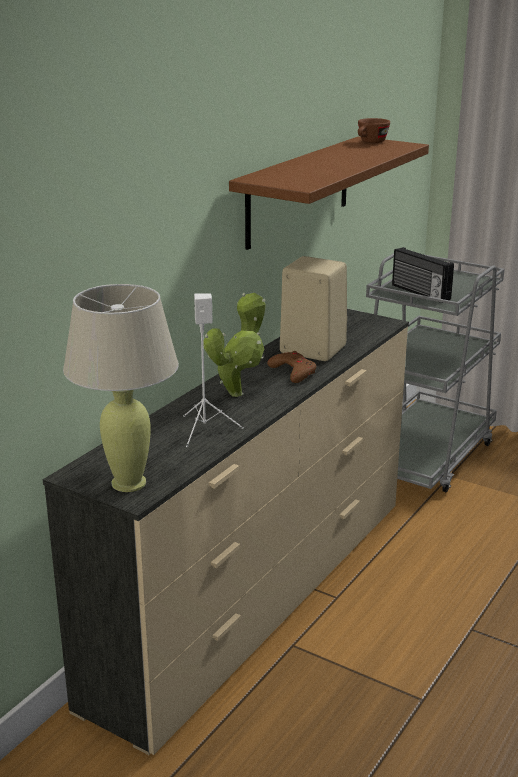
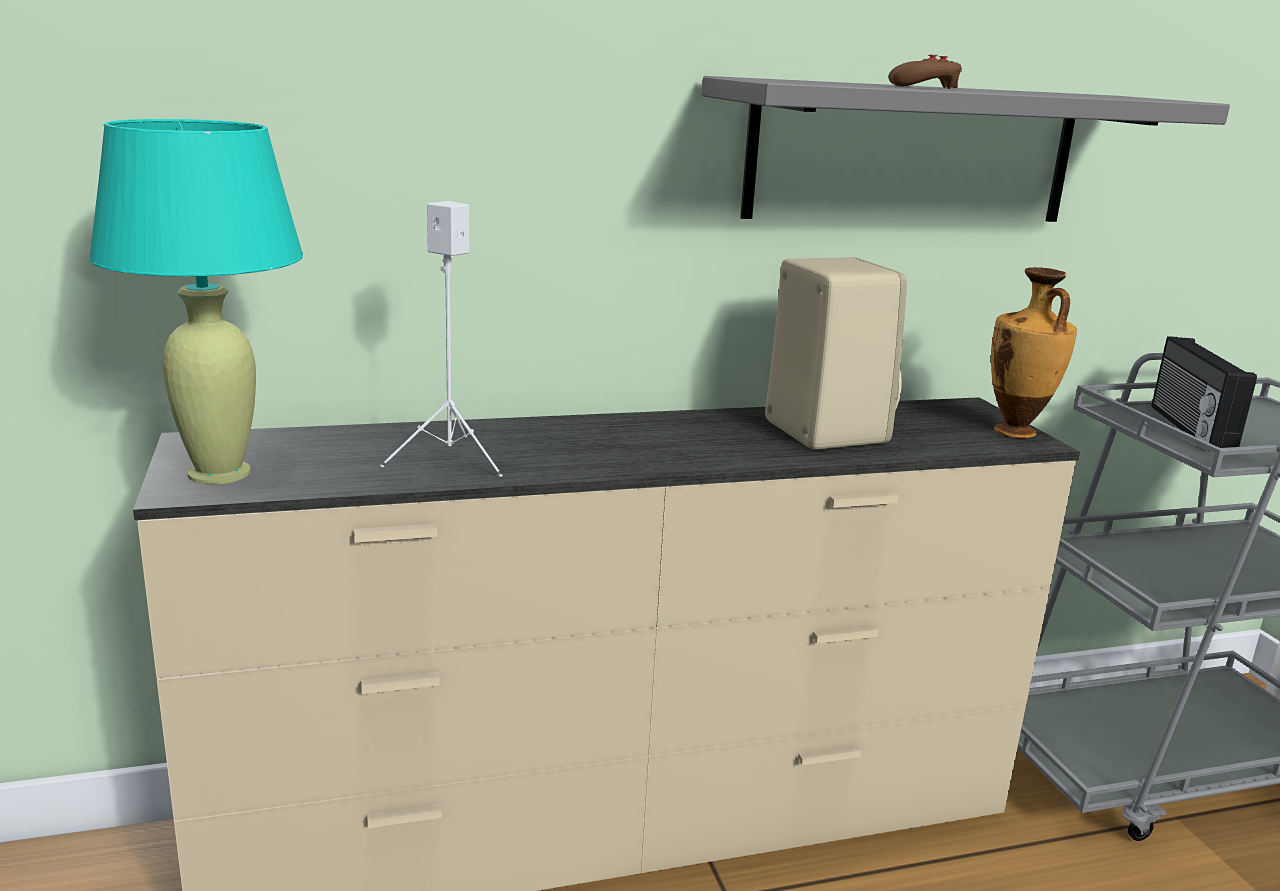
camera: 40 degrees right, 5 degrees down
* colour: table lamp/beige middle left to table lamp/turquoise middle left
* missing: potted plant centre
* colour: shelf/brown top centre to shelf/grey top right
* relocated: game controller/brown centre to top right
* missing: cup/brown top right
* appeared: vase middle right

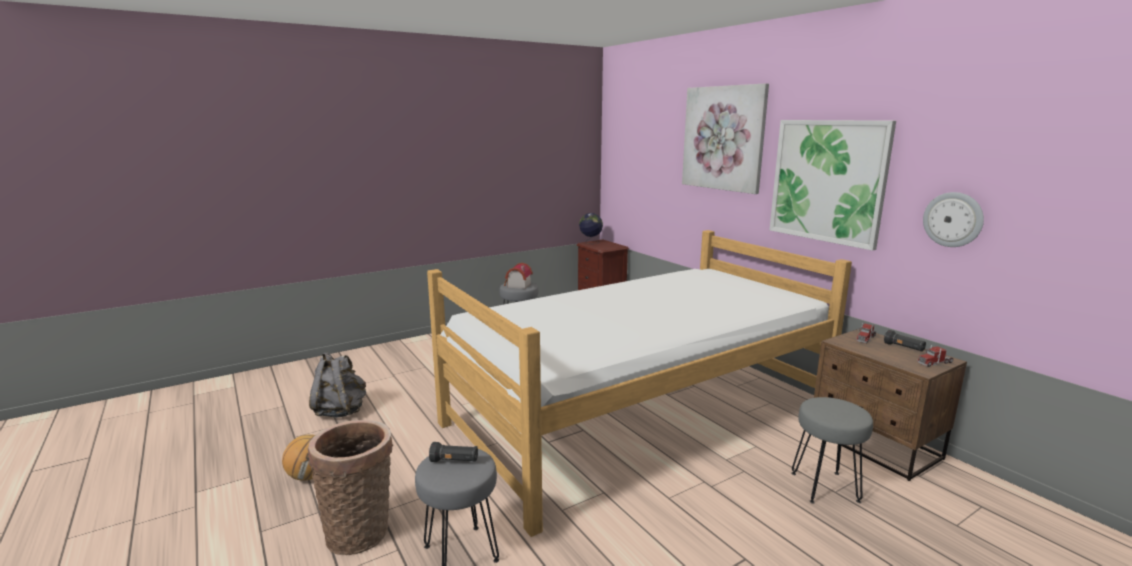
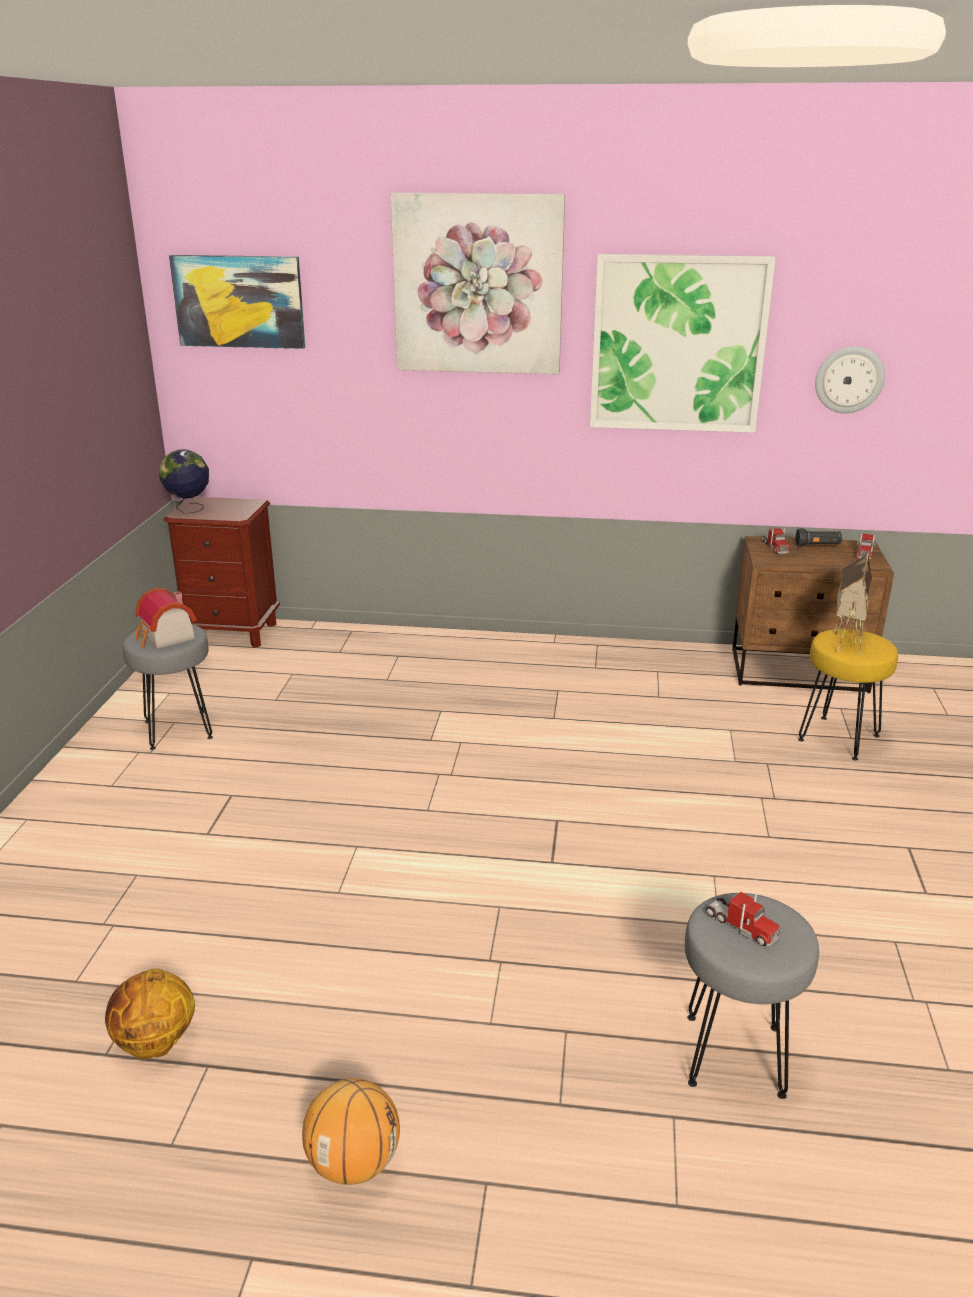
camera: 50 degrees left, 10 degrees up
* missing: basket bottom left
* exchanged: backpack/grey bottom left to basketball (no. 1 from left) bottom left
* missing: bed bottom centre
* exchanged: flashlight/black (no. 1 from left) bottom centre to toy truck (no. 1 from left) bottom right
* colour: stool/grey (no. 3 from left) bottom right to stool/yellow middle right
* appeared: picture (no. 1 from left) top left
* appeared: toy house (no. 2 from left) middle right

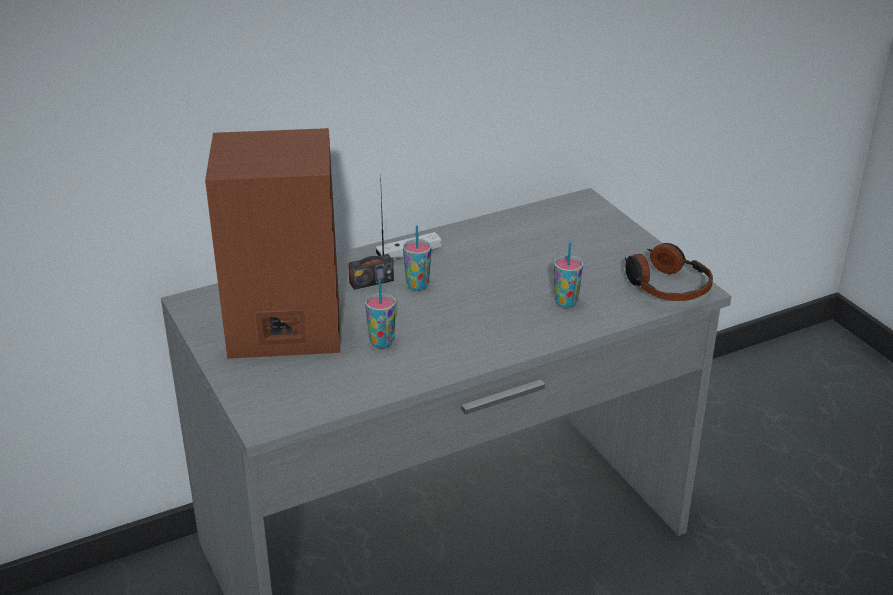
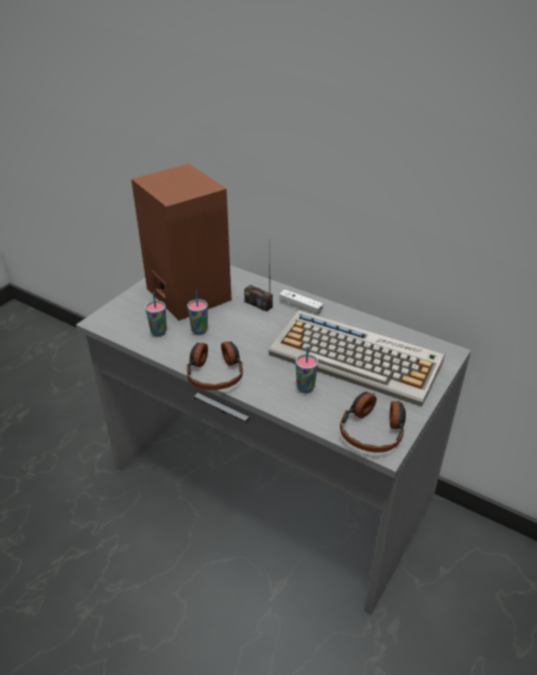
camera: 60 degrees right, 5 degrees up
* relocated: cup (no. 2 from left in the first image) centre to cup (no. 1 from left) middle left
* appeared: headphones (no. 1 from left) centre
* appeared: keyboard centre

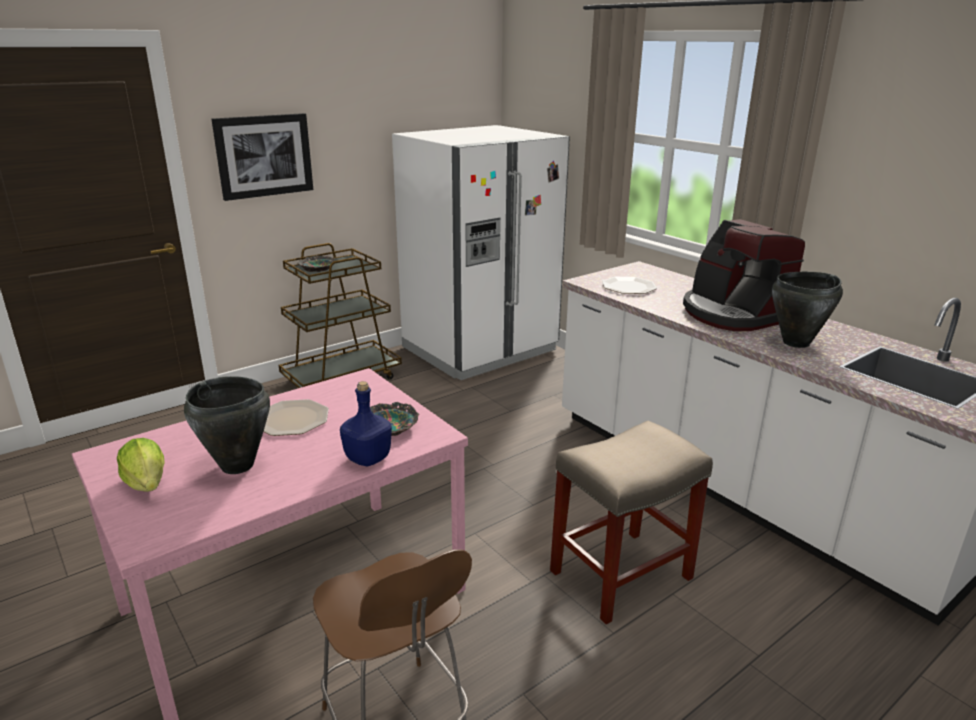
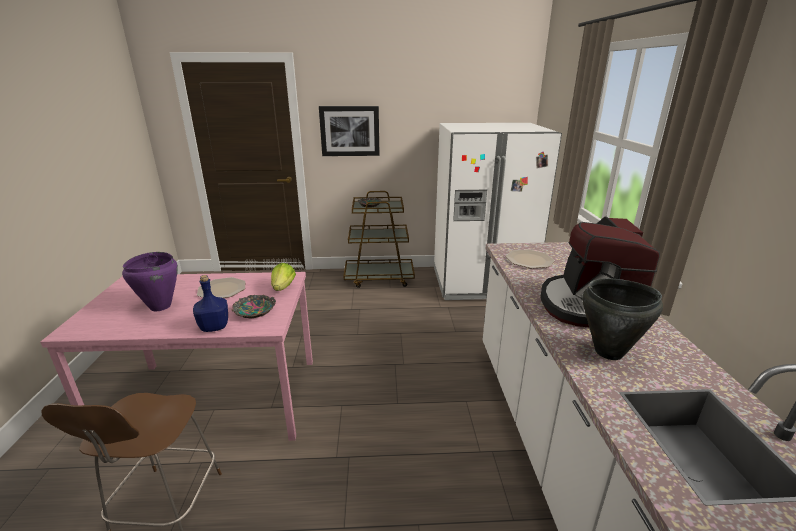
camera: 35 degrees right, 0 degrees up
* relocated: lettuce middle left to centre
* colour: cooking pot/black (no. 1 from left) middle left to cooking pot/purple middle left
* missing: stool/beige bottom centre

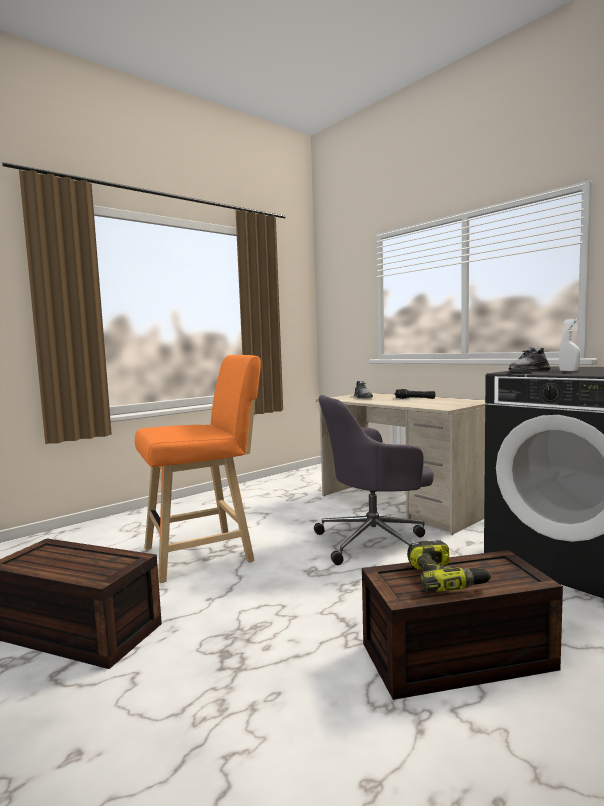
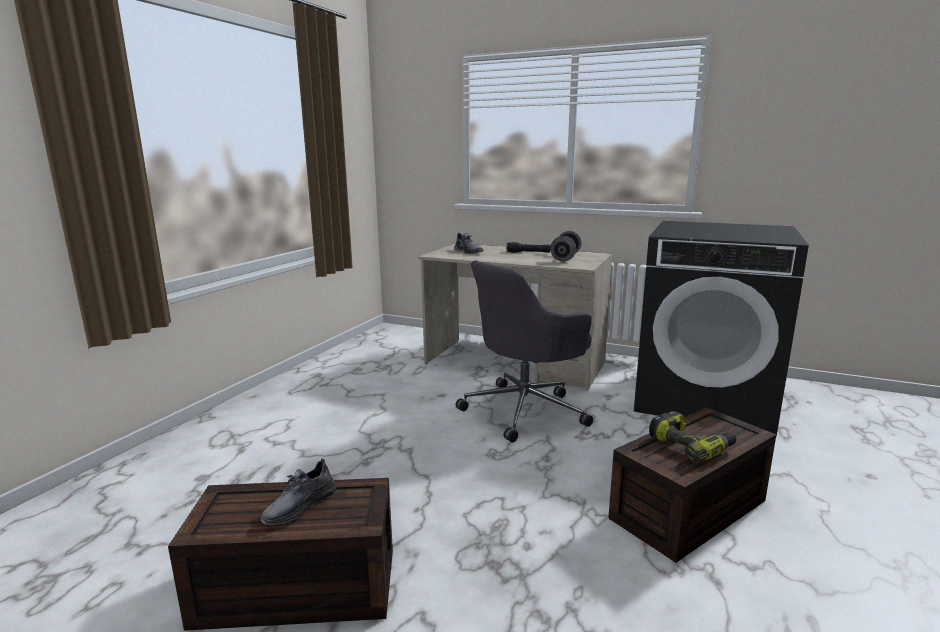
camera: 25 degrees left, 10 degrees up
* missing: stool/orange middle left
* relocated: shoe/grey (no. 2 from left in the first image) middle right to shoe/grey (no. 1 from left) bottom left
* missing: spray bottle/white middle right
* appeared: dumbbell/grey centre

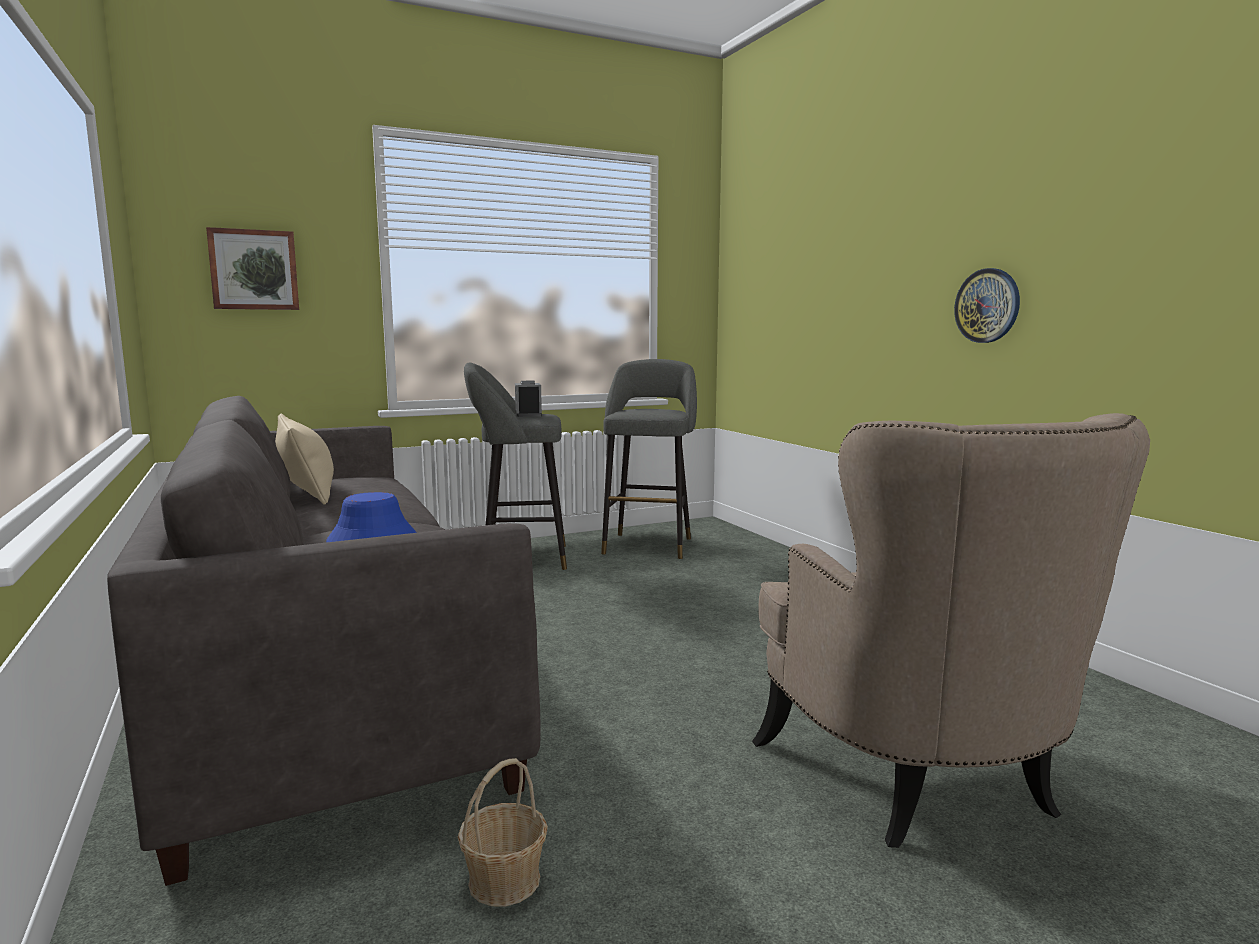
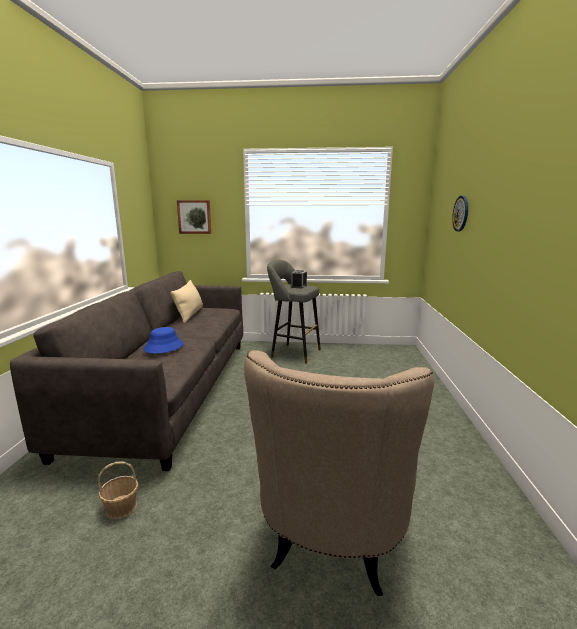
camera: 30 degrees right, 5 degrees up
* missing: stool/grey (no. 2 from left) centre
* relocated: wall clock top right to middle right

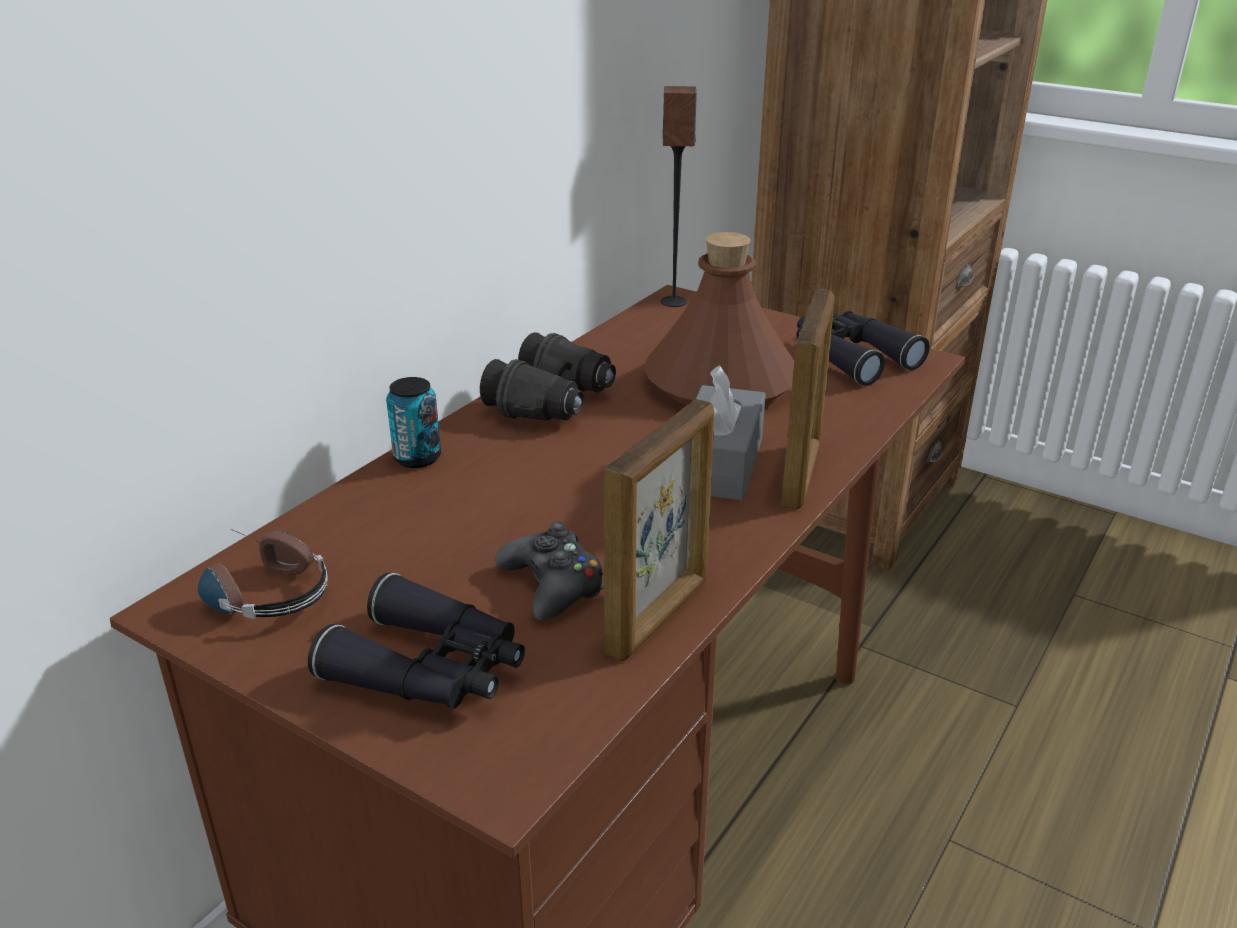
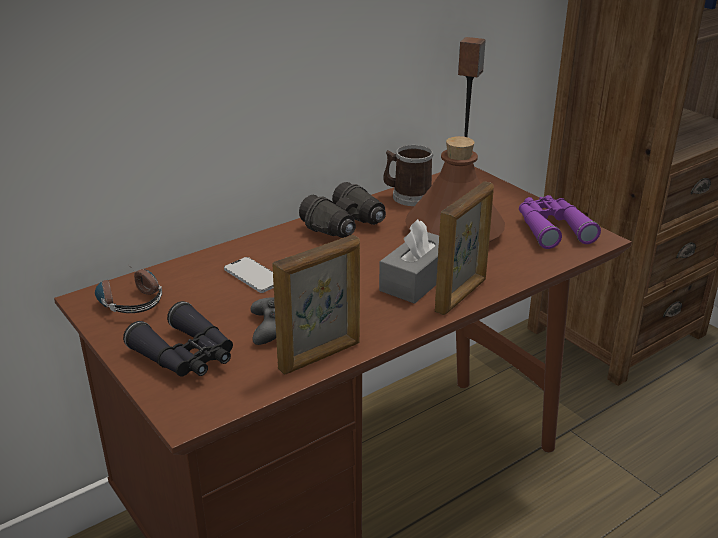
camera: 20 degrees right, 0 degrees up
* missing: can centre
* colour: binoculars/black (no. 3 from left) middle right to binoculars/purple middle right
* appeared: phone centre
* appeared: mug top centre

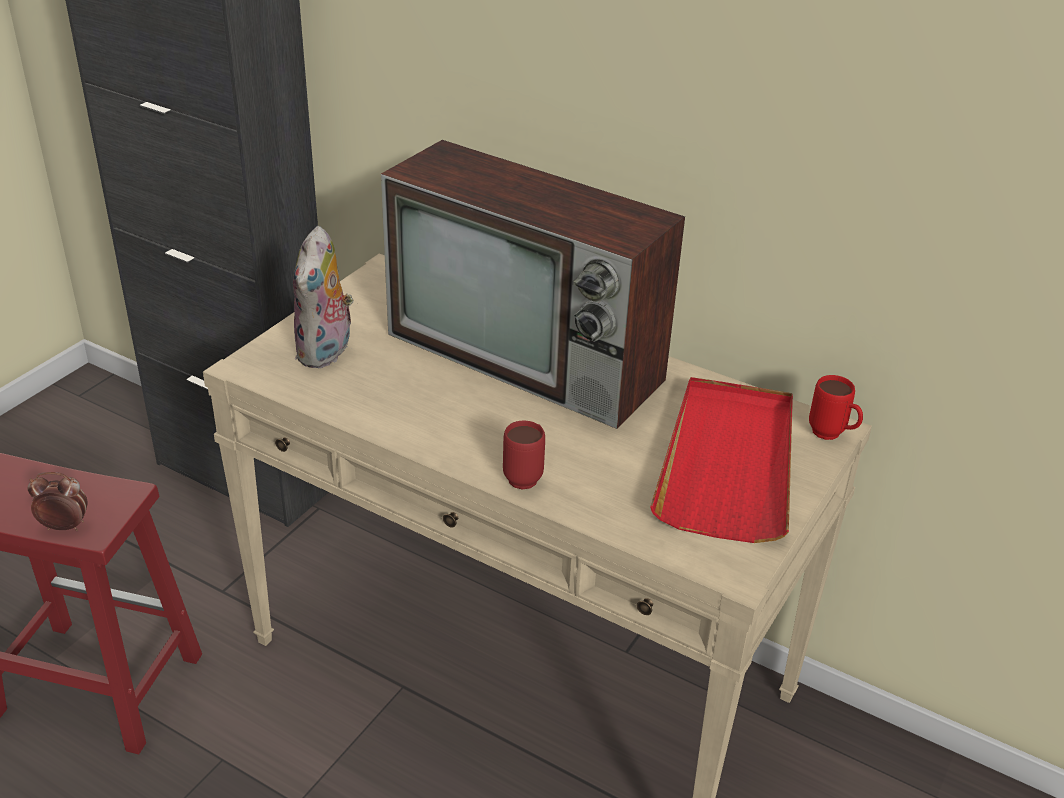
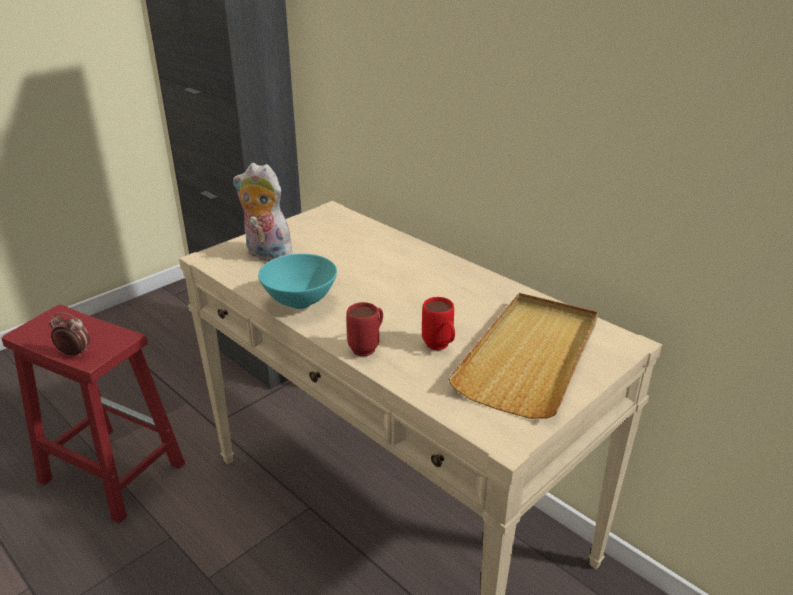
camera: 15 degrees right, 5 degrees down
* spun: plush toy middle left = middle left 90 degrees clockwise
* missing: television centre
* colour: tray/red middle right to tray/beige centre
* relocated: mug/red (no. 2 from left) middle right to centre
* appeared: bowl/turquoise centre

